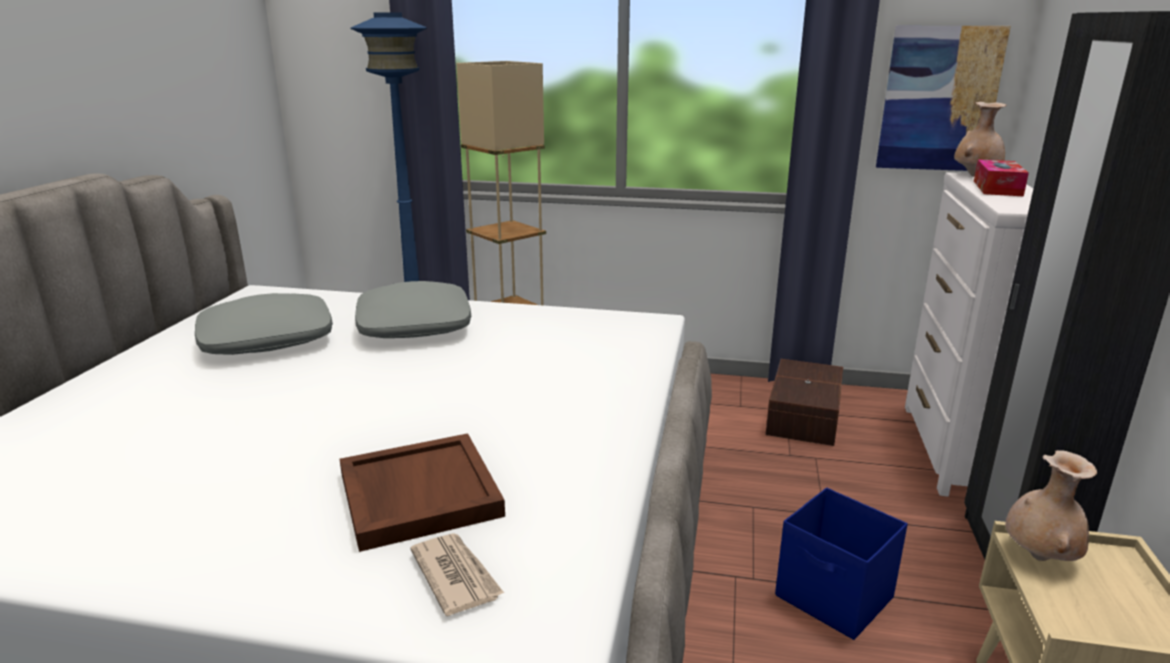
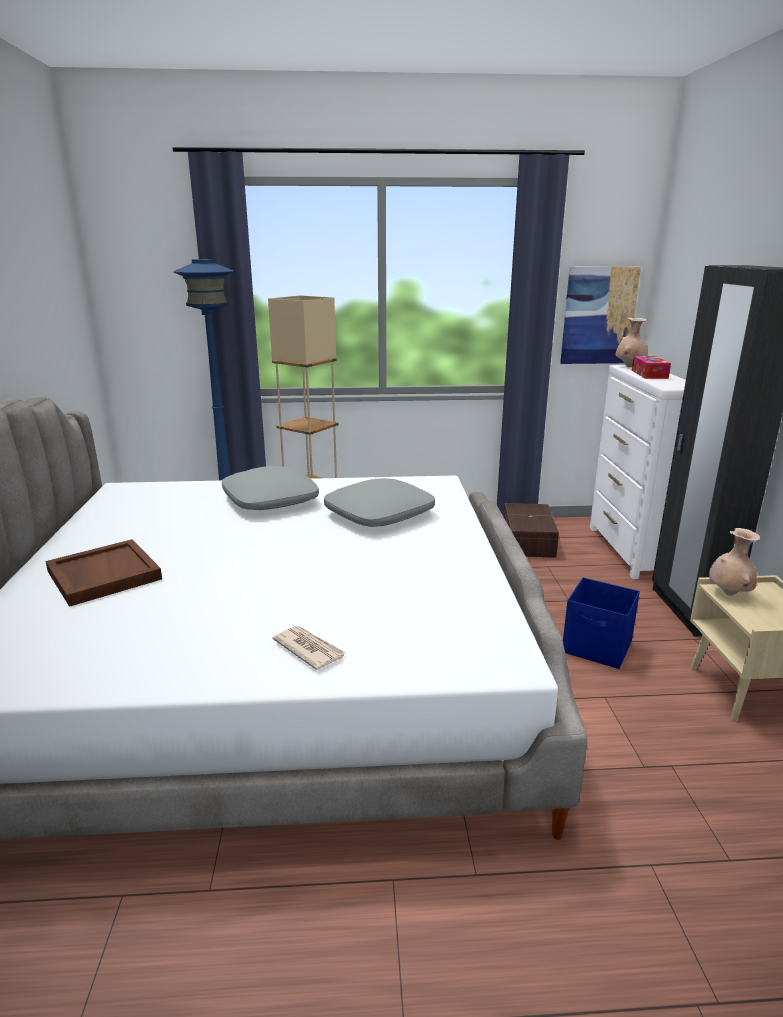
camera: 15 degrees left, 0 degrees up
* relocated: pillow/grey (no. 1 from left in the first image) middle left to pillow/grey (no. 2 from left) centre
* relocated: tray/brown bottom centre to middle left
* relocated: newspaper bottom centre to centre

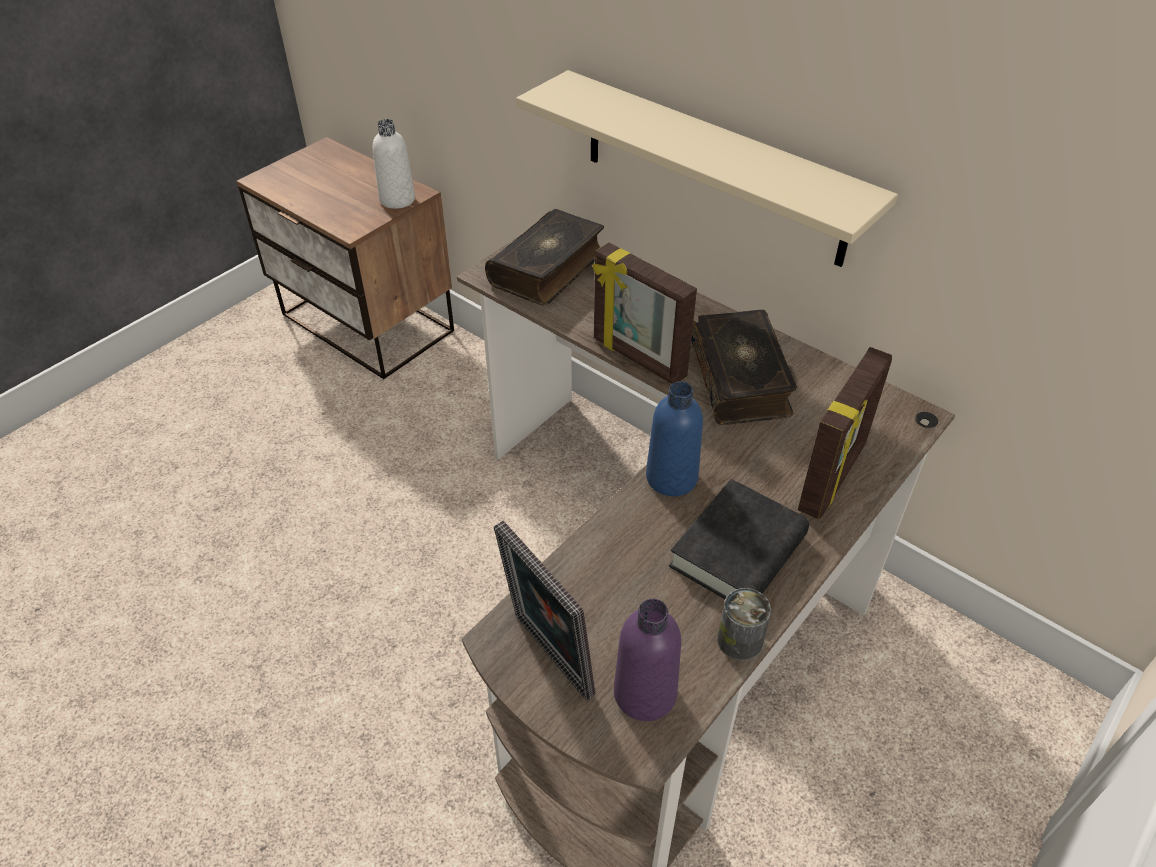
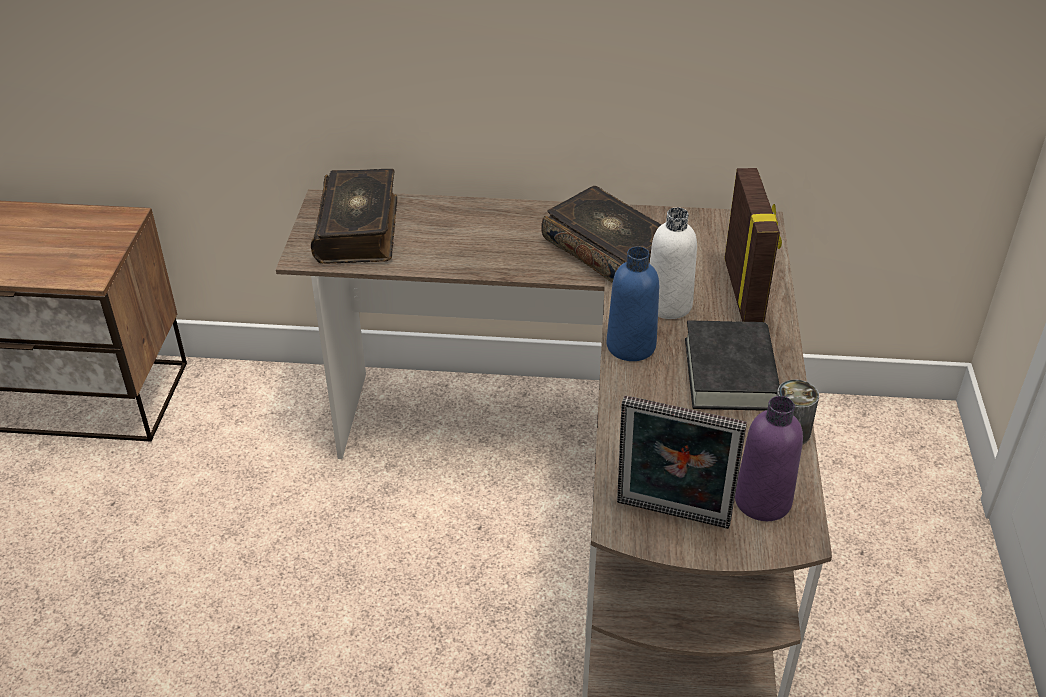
camera: 35 degrees left, 5 degrees down
* relocated: bottle/white top centre to centre
* missing: shelf/beige top centre
* missing: picture frame (no. 2 from left) centre

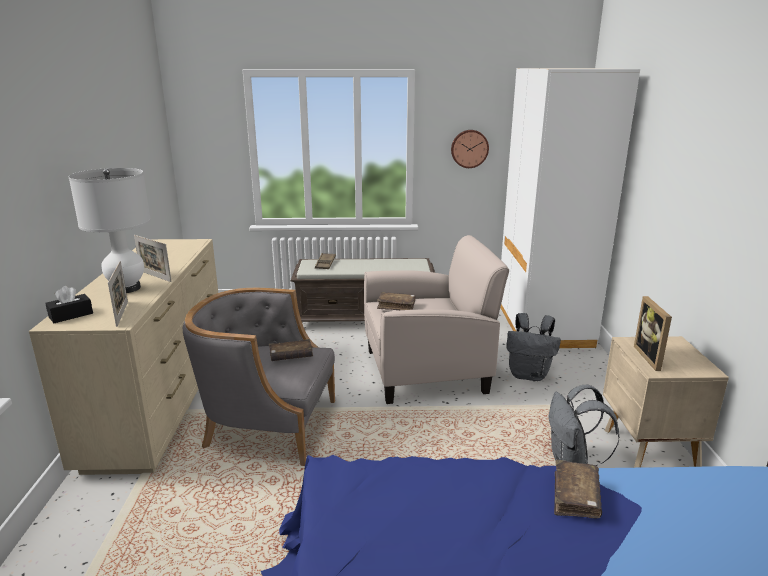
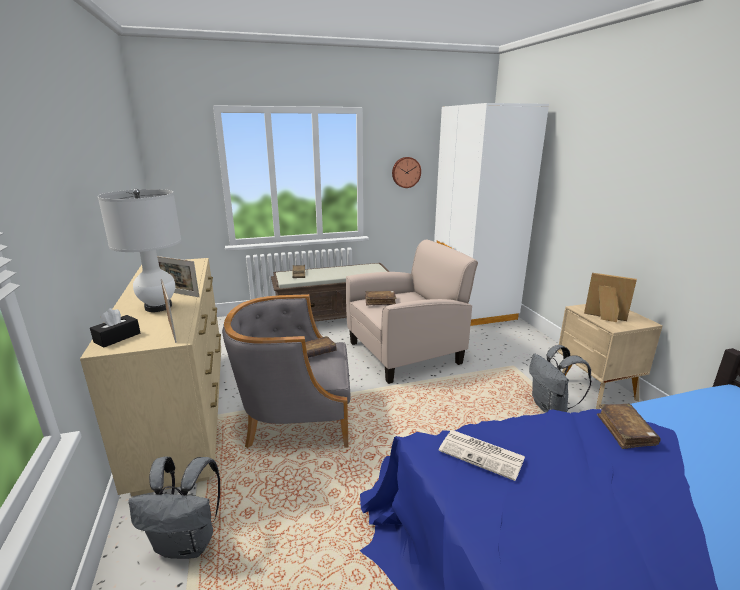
camera: 15 degrees left, 0 degrees up
* relocated: backpack/grey (no. 1 from left) middle right to bottom left
* spun: picture frame (no. 3 from left) middle right = middle right 135 degrees clockwise
* appeared: newspaper bottom centre

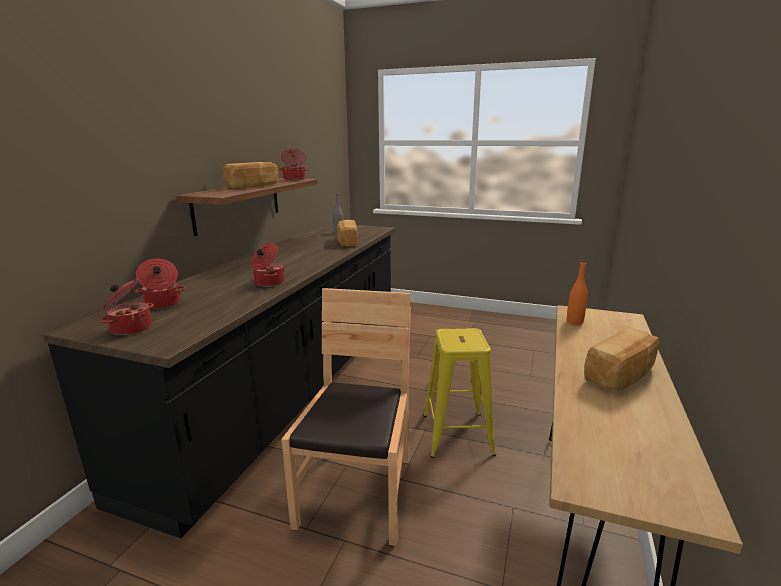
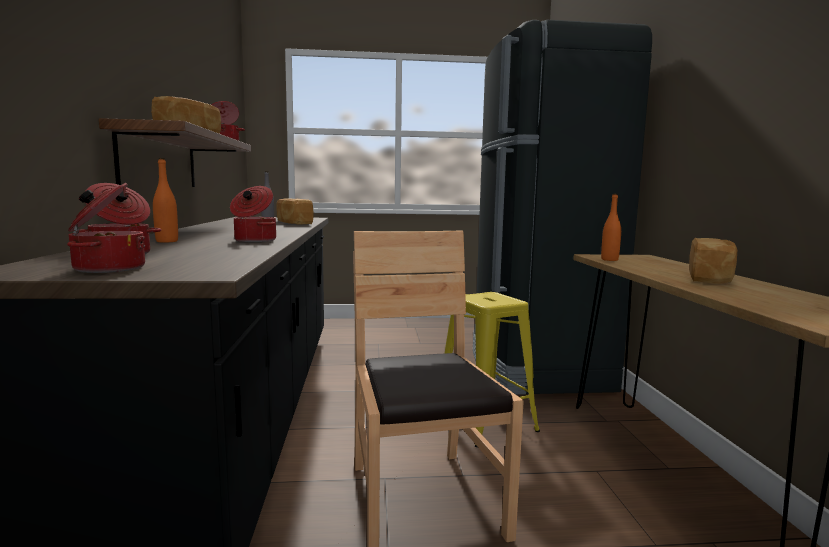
camera: 25 degrees left, 10 degrees down
* appeared: bottle/orange (no. 1 from left) middle left
* appeared: fridge/black middle right

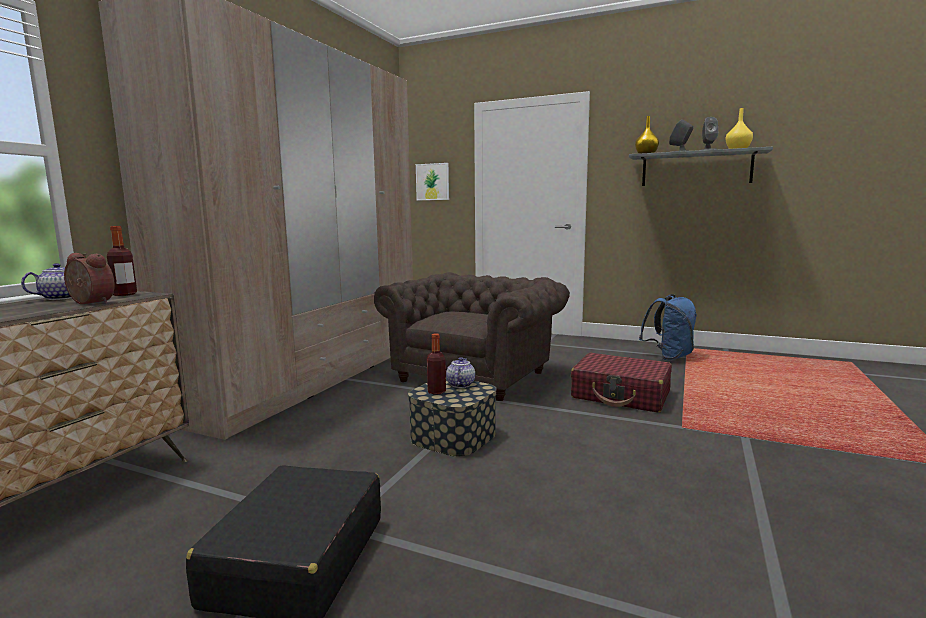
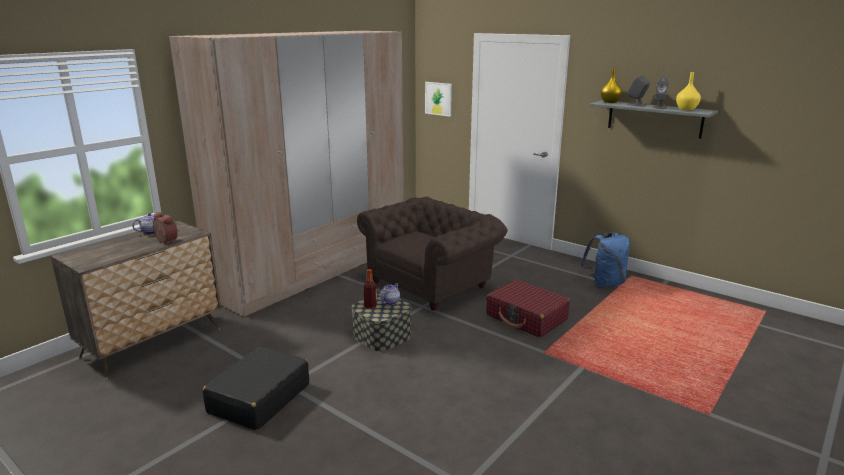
camera: 15 degrees right, 10 degrees up
* missing: bottle (no. 1 from left) middle left

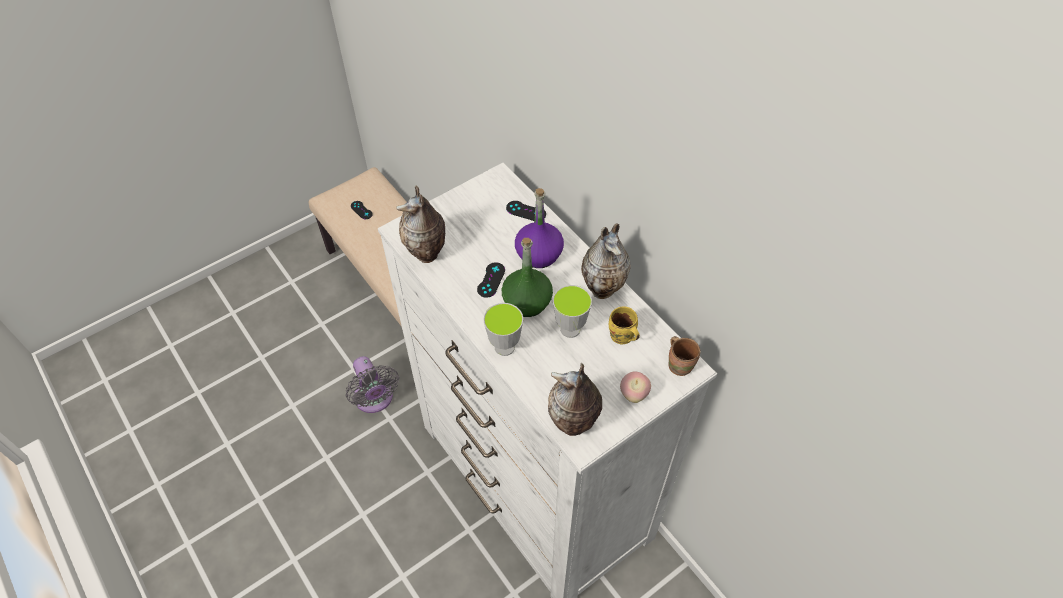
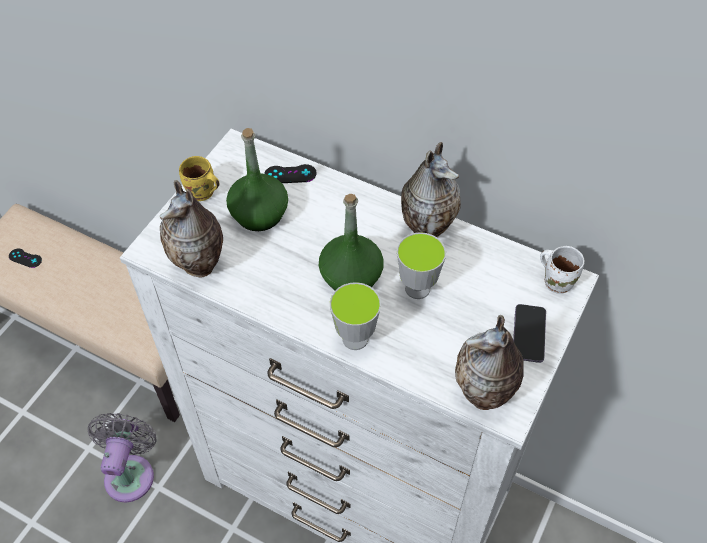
camera: 25 degrees left, 0 degrees up
* spun: fan/grey centre = bottom left 120 degrees counterclockwise
* missing: game controller/black (no. 2 from left) centre
* missing: bottle/purple centre
* relocated: mug/yellow centre to top left
* exchanged: apple centre to phone middle right
* colour: mug/brown centre to mug/white middle right
* appeared: bottle/green (no. 1 from left) top centre

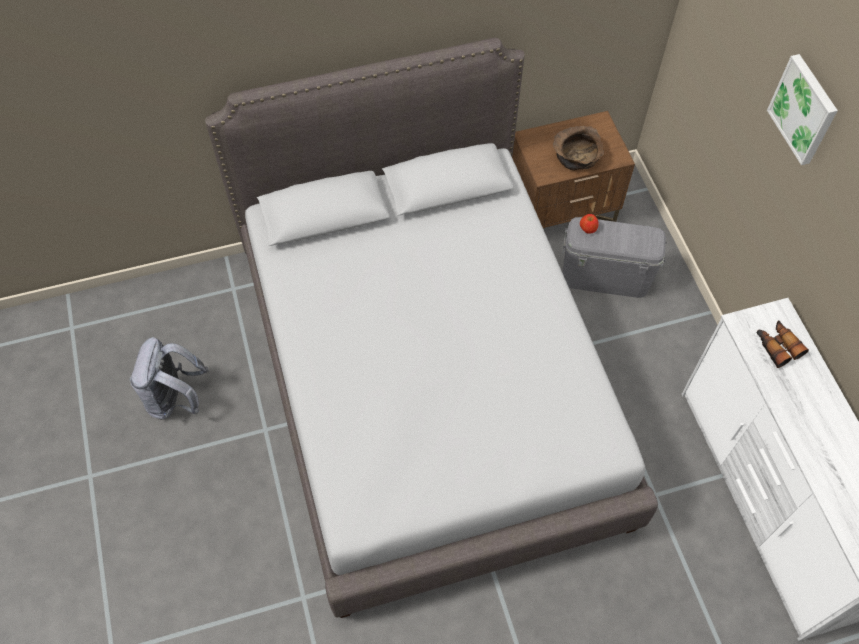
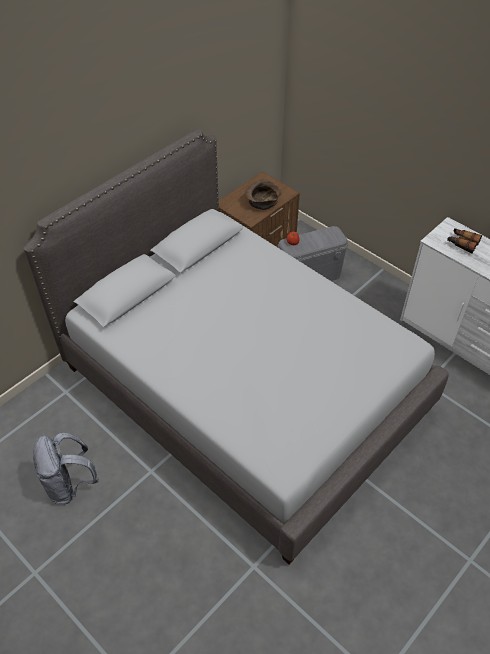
camera: 30 degrees left, 10 degrees down
* missing: picture top right

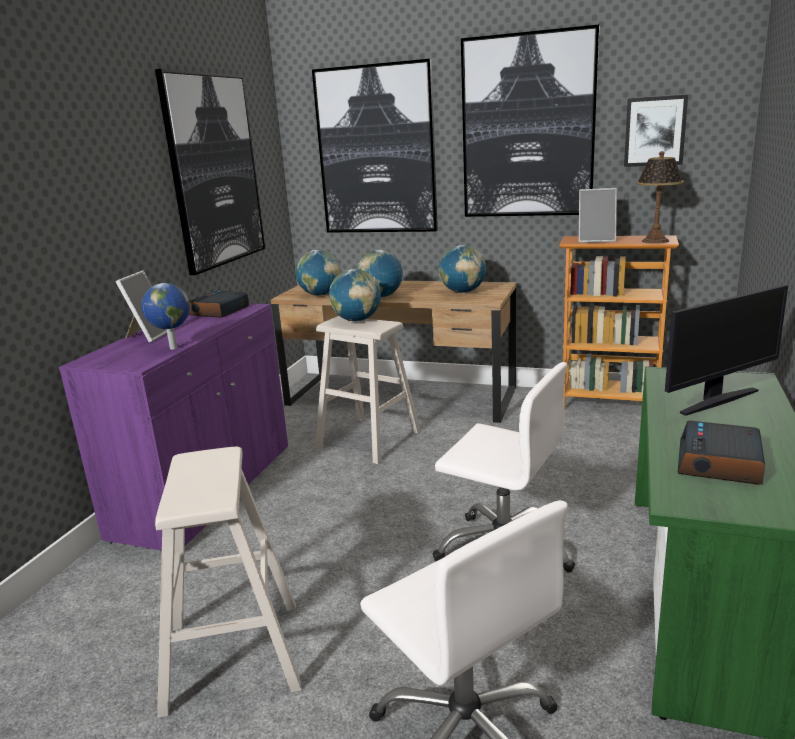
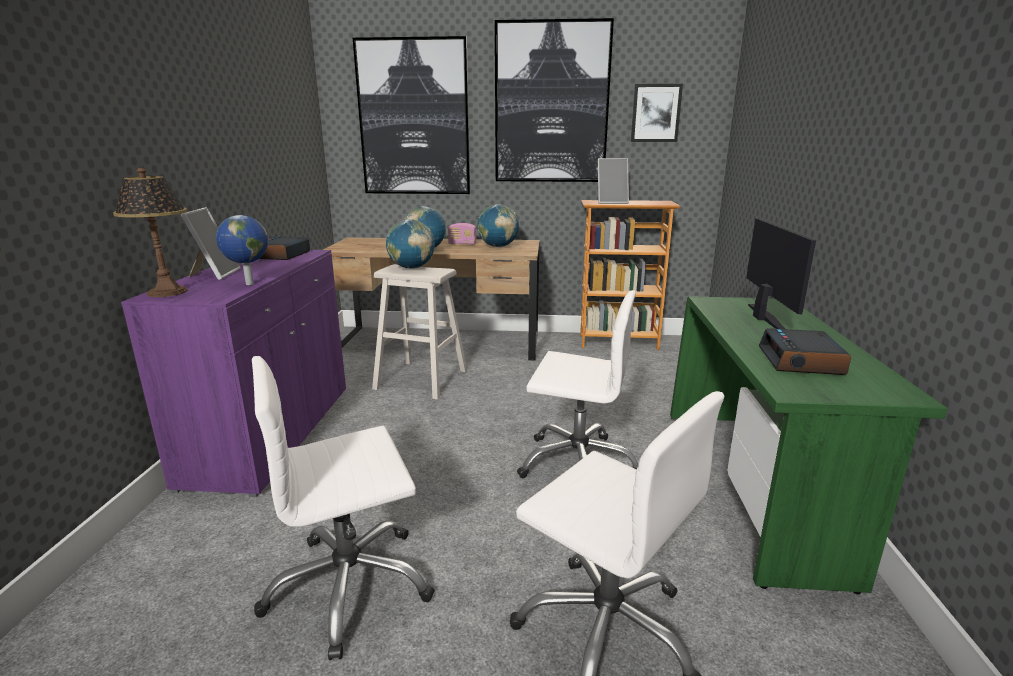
camera: 15 degrees left, 0 degrees up
* missing: picture (no. 1 from left) top left
* exchanged: stool/beige (no. 1 from left) bottom left to office chair/white (no. 1 from left) bottom centre
* missing: globe (no. 2 from left) centre
* relocated: table lamp top right to middle left
* spun: monitor middle right = middle right 45 degrees counterclockwise
* appeared: radio centre

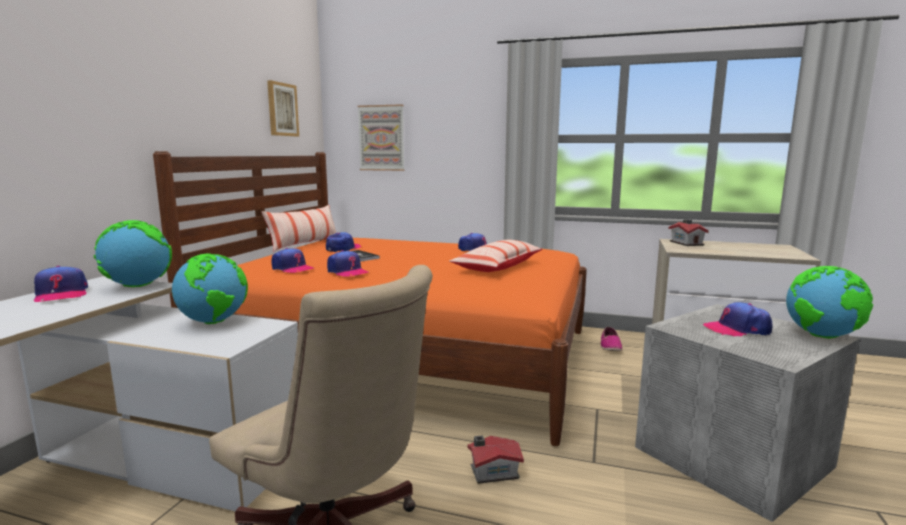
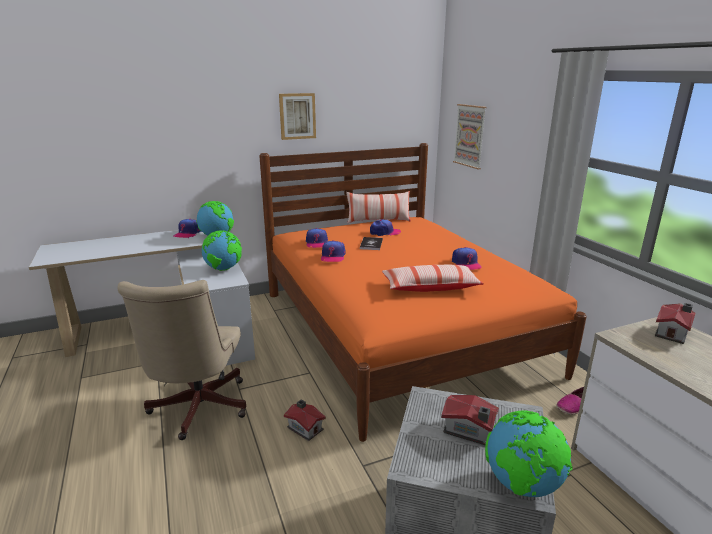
camera: 50 degrees right, 10 degrees up
* relocated: picture (no. 1 from left) top left to top centre
* exchanged: cap (no. 6 from left) middle right to toy house (no. 2 from left) bottom centre

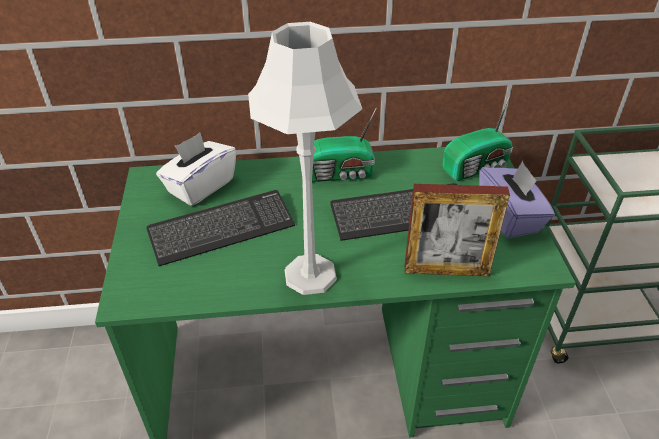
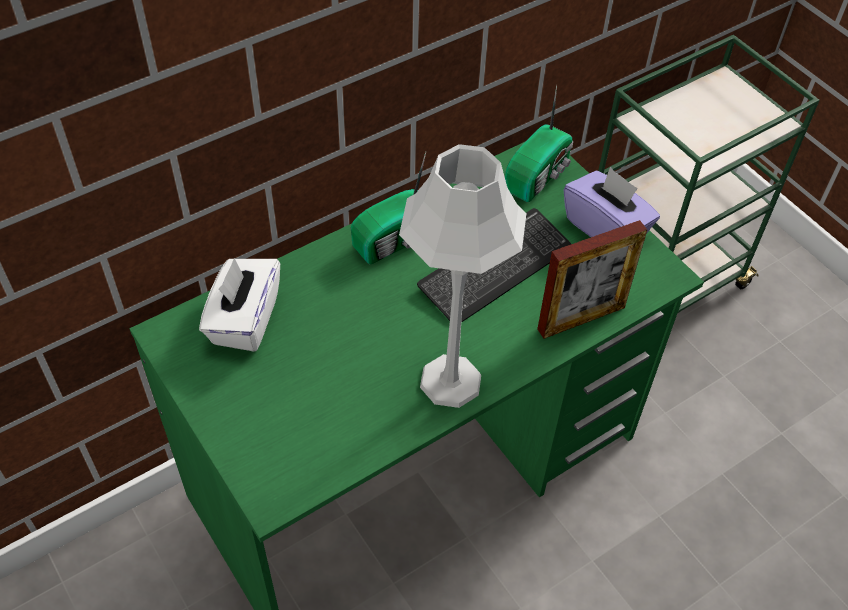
camera: 30 degrees left, 10 degrees up
* missing: keyboard (no. 1 from left) centre

